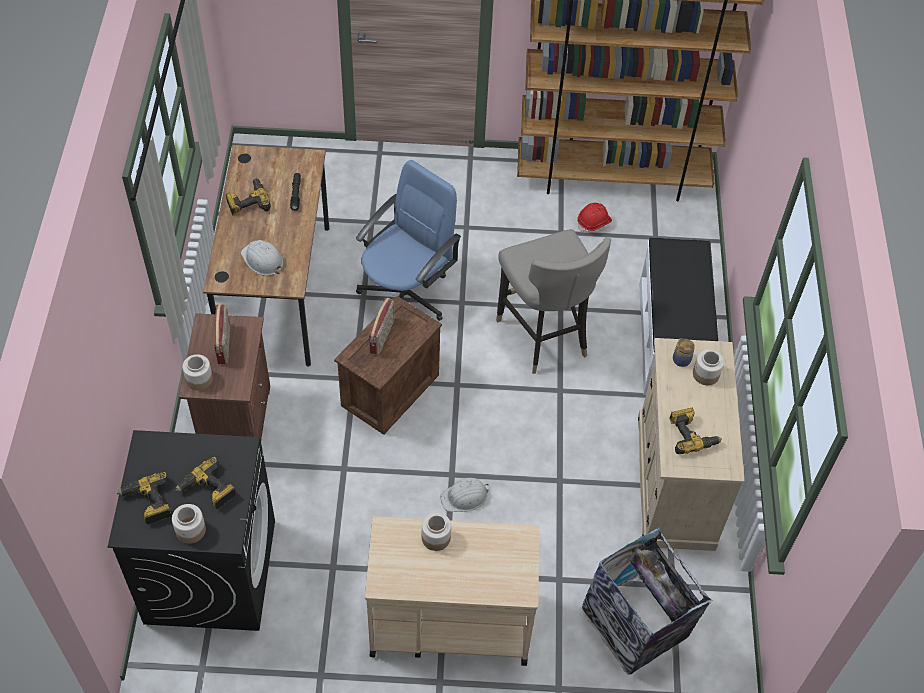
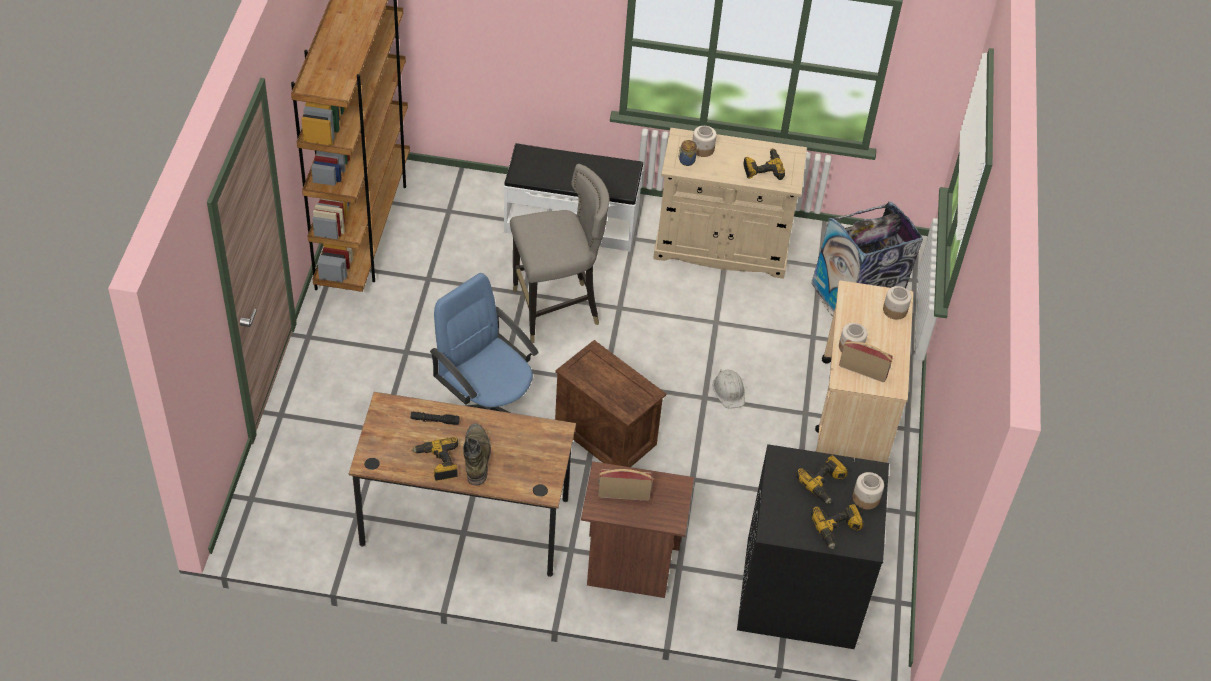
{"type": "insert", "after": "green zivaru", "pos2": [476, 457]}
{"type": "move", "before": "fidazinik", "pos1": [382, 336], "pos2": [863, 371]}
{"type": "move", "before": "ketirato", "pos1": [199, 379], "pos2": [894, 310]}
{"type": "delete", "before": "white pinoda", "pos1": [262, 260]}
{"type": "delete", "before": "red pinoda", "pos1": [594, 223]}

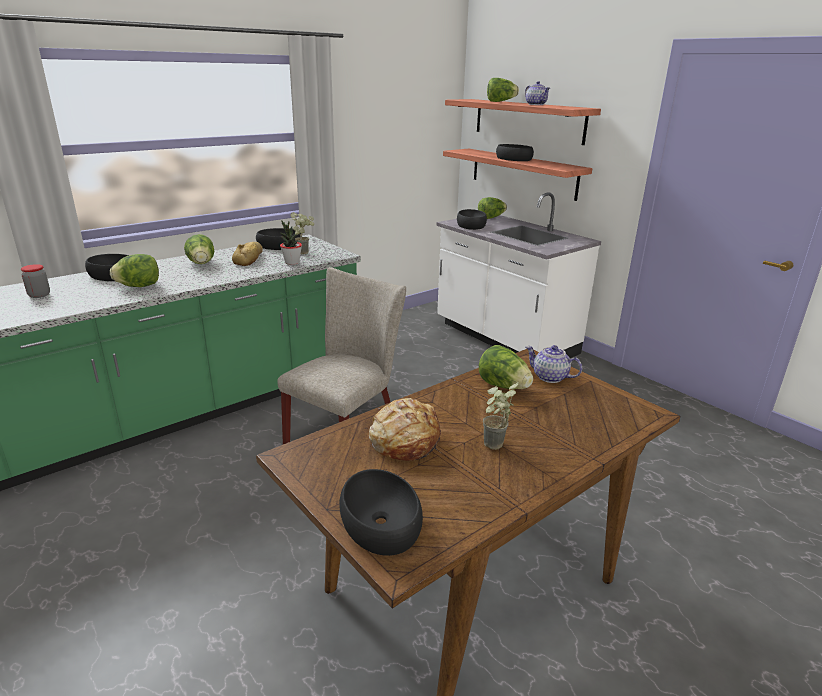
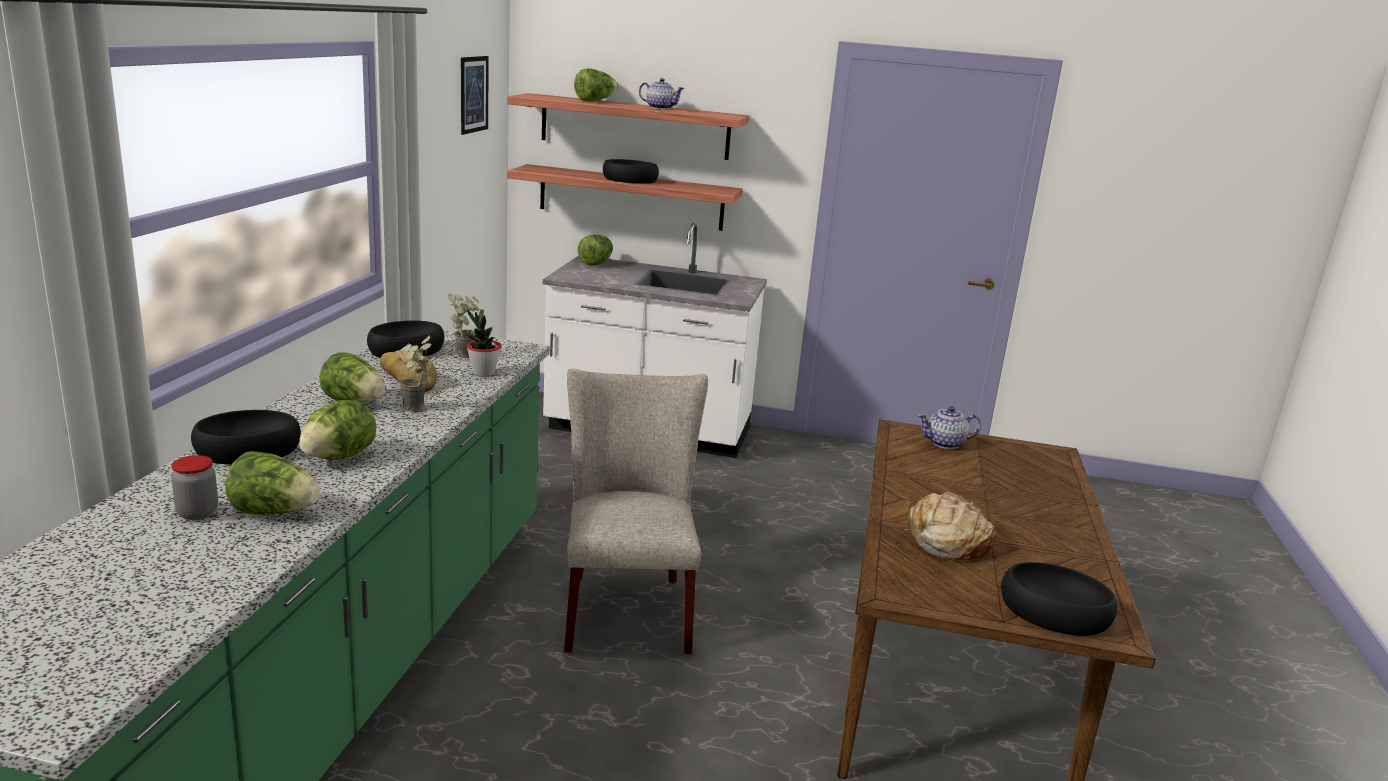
{"type": "move", "before": "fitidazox", "pos1": [504, 386], "pos2": [274, 512]}
{"type": "move", "before": "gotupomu", "pos1": [494, 448], "pos2": [416, 410]}
{"type": "insert", "after": "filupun", "pos2": [474, 94]}
{"type": "delete", "before": "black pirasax", "pos1": [470, 225]}

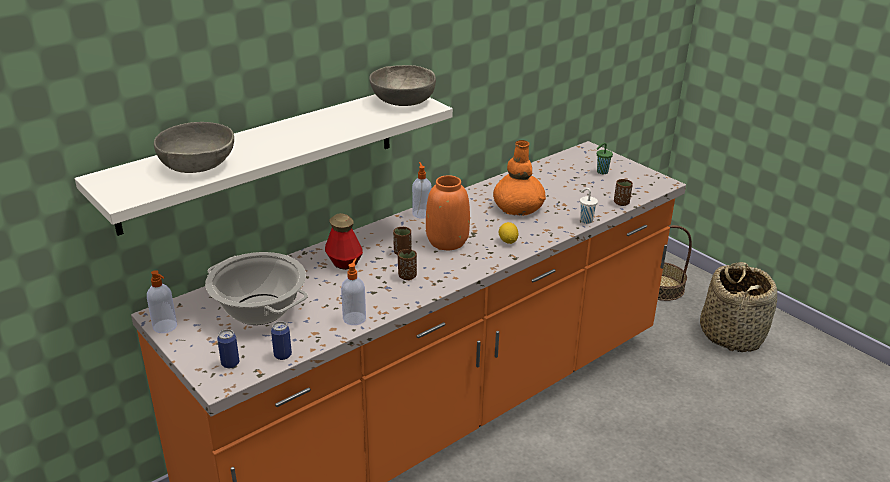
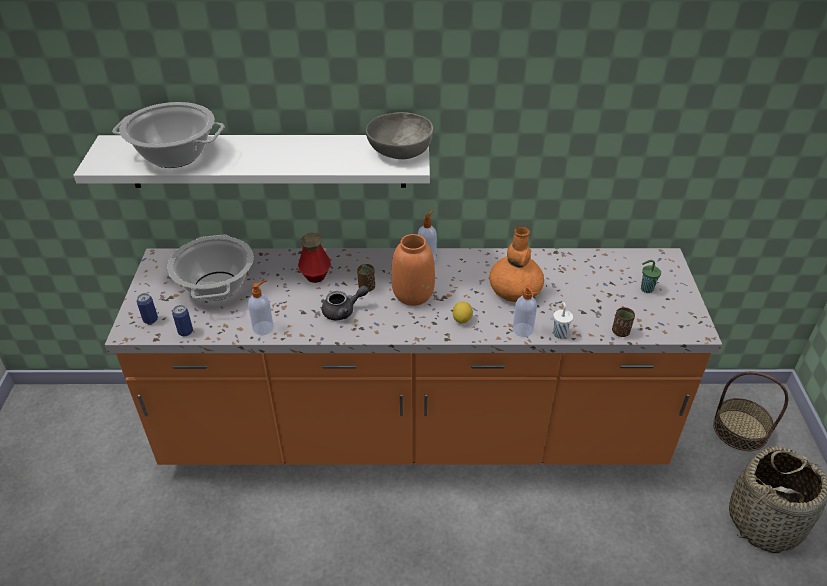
{"type": "replace", "before": "grey pirasax", "after": "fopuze", "pos1": [199, 165], "pos2": [175, 155]}
{"type": "replace", "before": "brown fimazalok", "after": "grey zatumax", "pos1": [407, 276], "pos2": [343, 311]}
{"type": "move", "before": "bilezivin", "pos1": [165, 327], "pos2": [523, 330]}

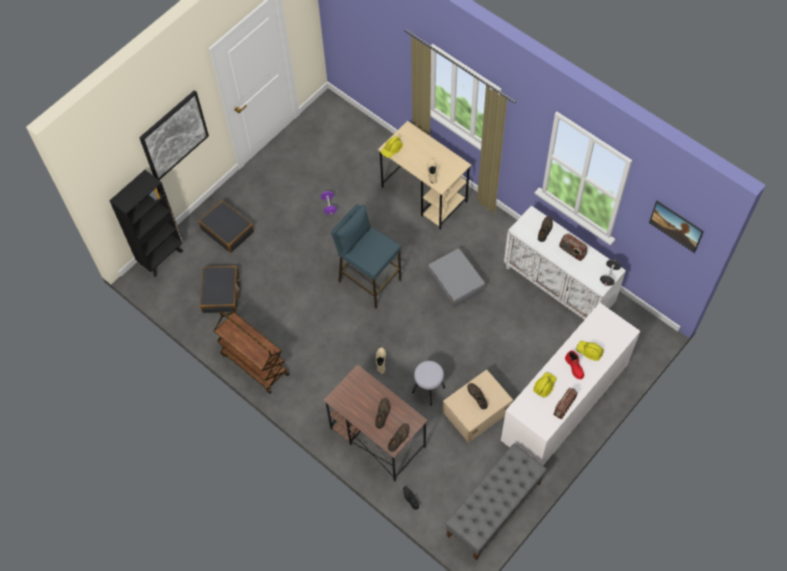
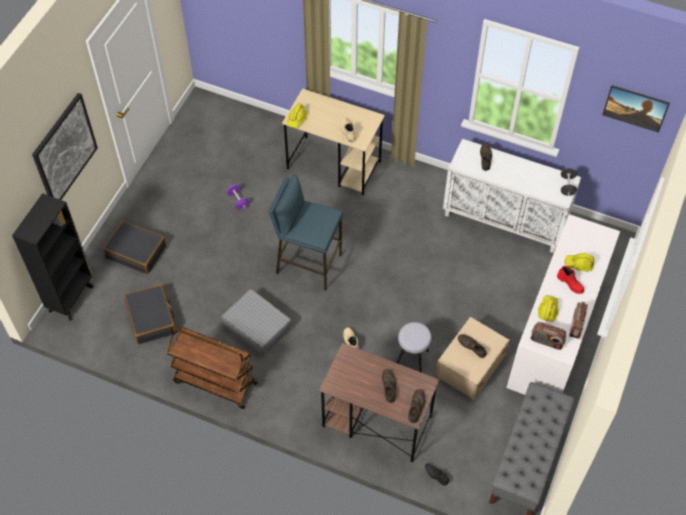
{"type": "move", "before": "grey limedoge", "pos1": [456, 282], "pos2": [257, 327]}
{"type": "move", "before": "fidazinik", "pos1": [572, 251], "pos2": [546, 341]}

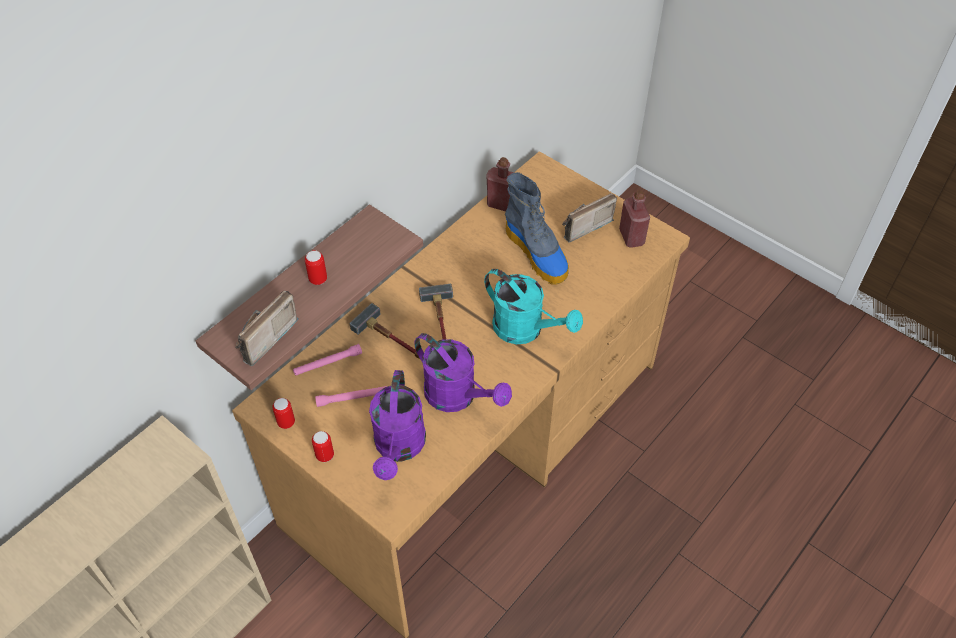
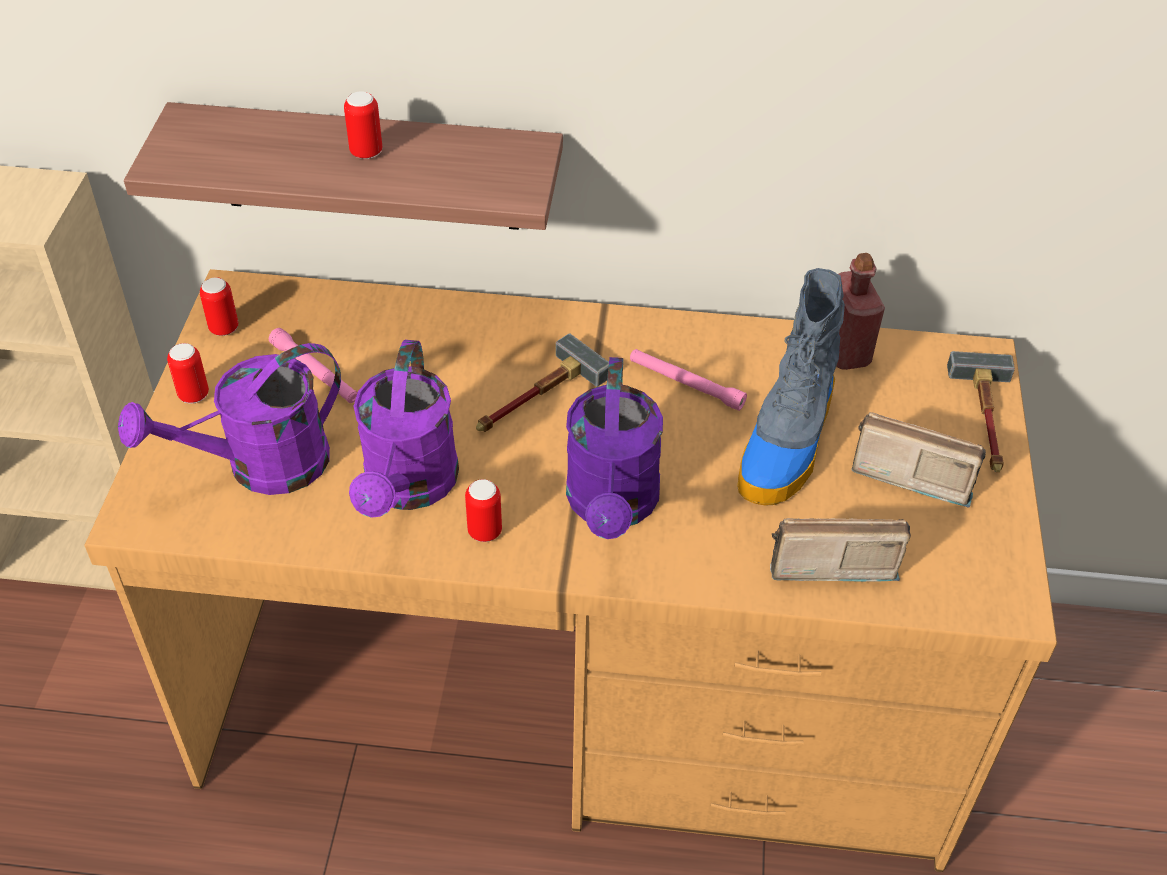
{"type": "insert", "after": "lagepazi", "pos2": [484, 532]}
{"type": "recolor", "before": "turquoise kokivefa", "after": "purple kokivefa", "pos1": [526, 330], "pos2": [612, 507]}
{"type": "move", "before": "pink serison", "pos1": [328, 363], "pos2": [685, 384]}
{"type": "move", "before": "fidazinik", "pos1": [262, 338], "pos2": [826, 560]}
{"type": "move", "before": "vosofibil", "pos1": [391, 339], "pos2": [985, 420]}
{"type": "delete", "before": "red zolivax", "pos1": [631, 237]}

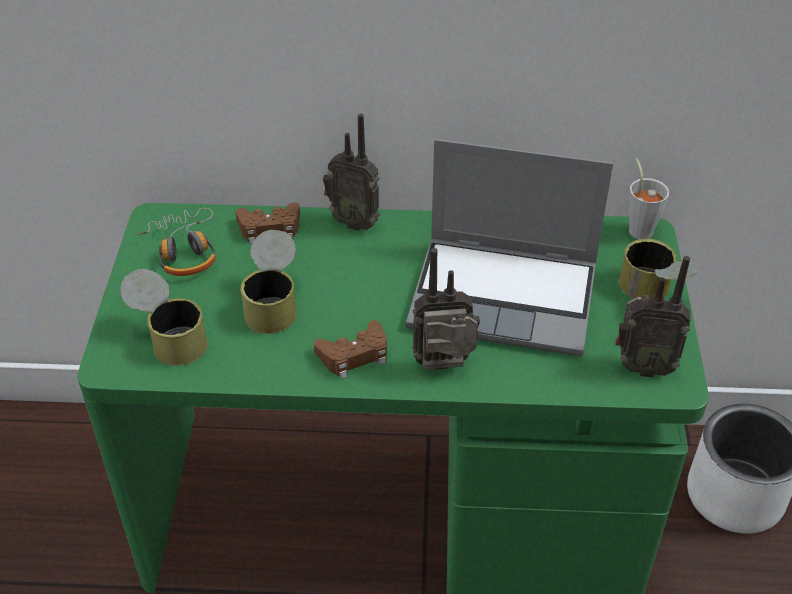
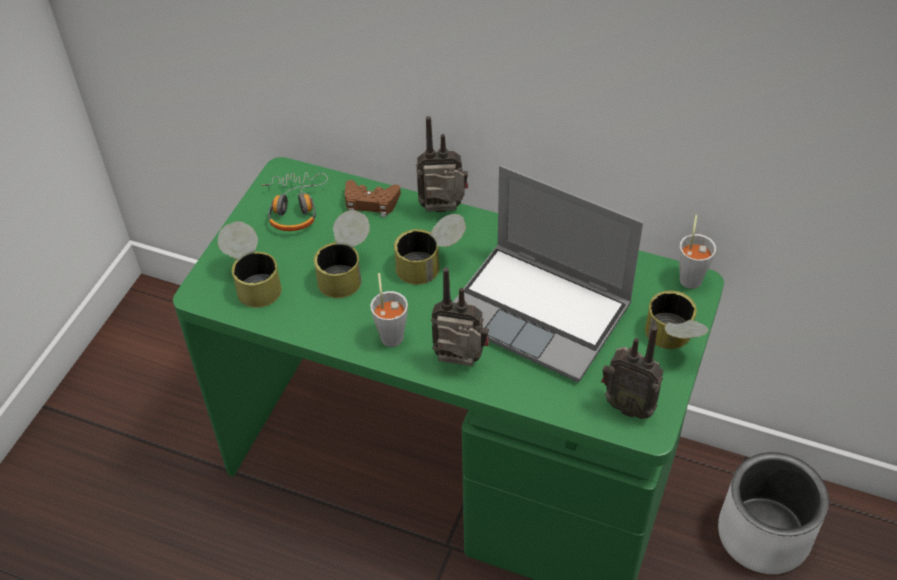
{"type": "replace", "before": "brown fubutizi", "after": "grey fimazalok", "pos1": [354, 355], "pos2": [391, 333]}
{"type": "insert", "after": "lagepazi", "pos2": [431, 265]}
{"type": "rotate", "before": "fidazinik", "pos1": [354, 221], "pos2": [443, 212], "turn": 135}

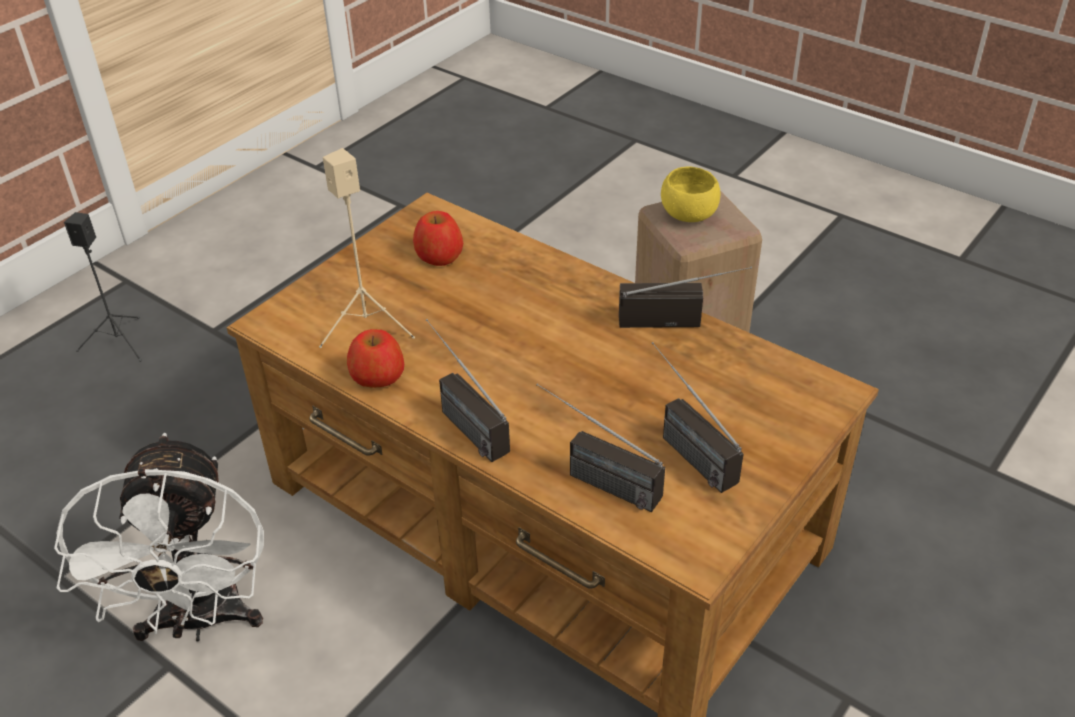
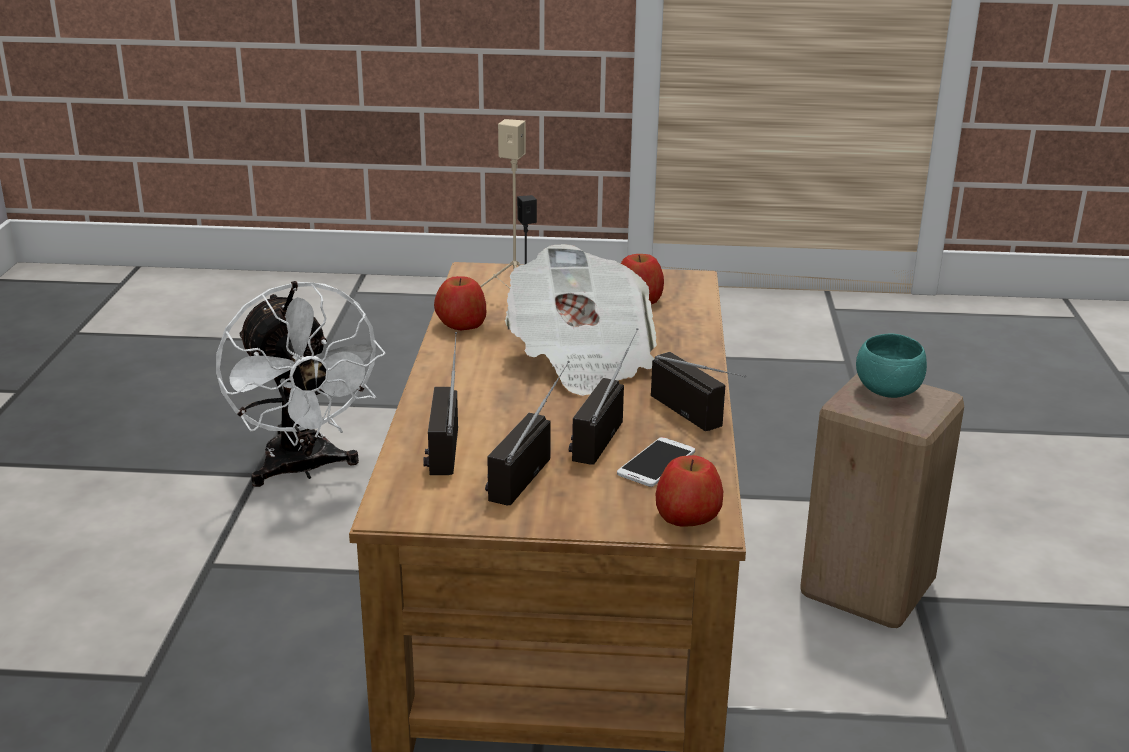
{"type": "rotate", "before": "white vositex", "pos1": [200, 621], "pos2": [304, 469], "turn": -75}
{"type": "insert", "after": "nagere", "pos2": [581, 358]}
{"type": "move", "before": "fidazinik", "pos1": [459, 419], "pos2": [603, 429]}
{"type": "insert", "after": "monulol", "pos2": [656, 463]}
{"type": "insert", "after": "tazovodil", "pos2": [687, 517]}
{"type": "recolor", "before": "yellow pirasax", "after": "turquoise pirasax", "pos1": [688, 215], "pos2": [887, 391]}

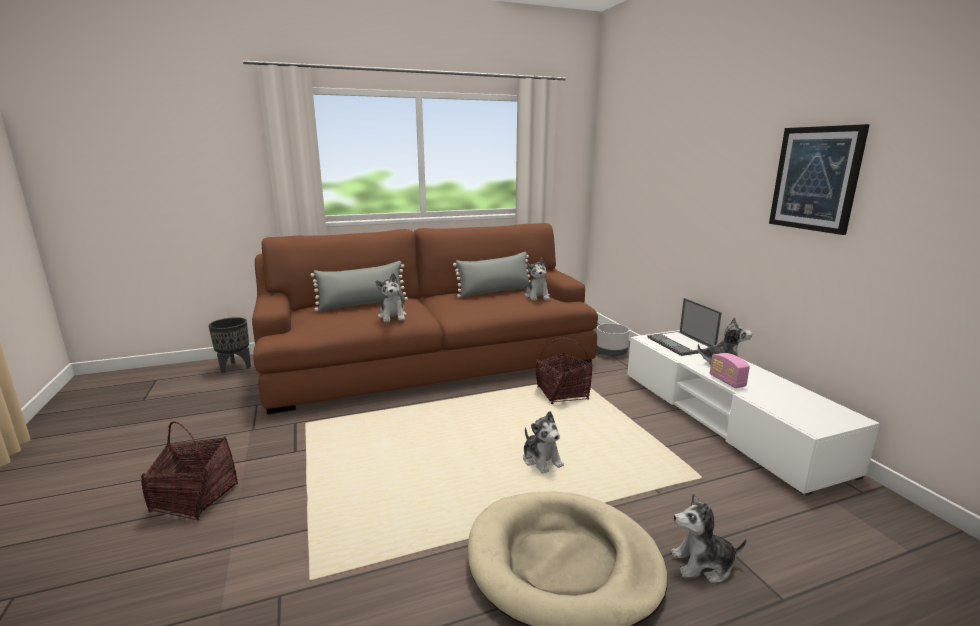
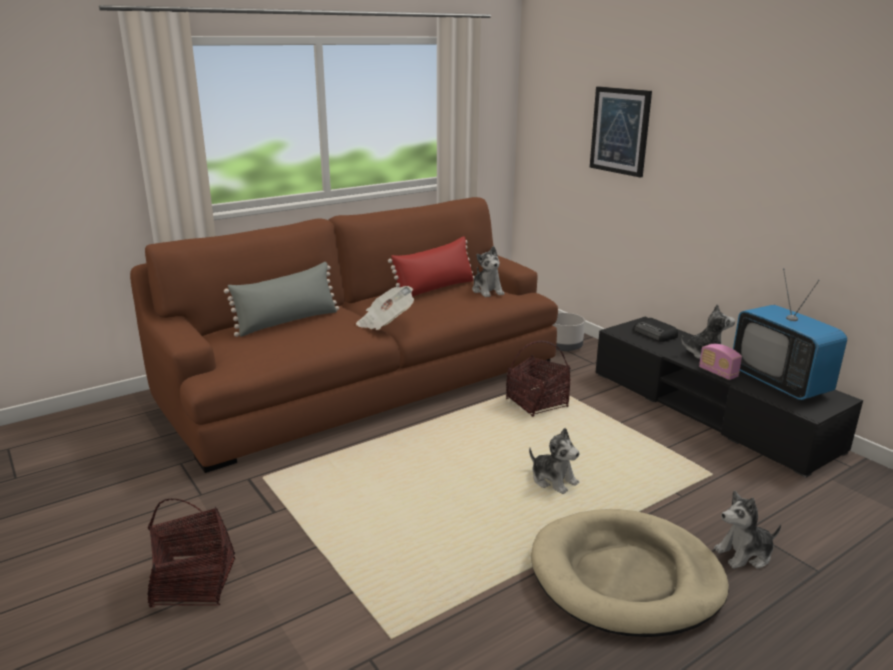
{"type": "insert", "after": "nagere", "pos2": [385, 322]}
{"type": "recolor", "before": "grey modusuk", "after": "red modusuk", "pos1": [495, 292], "pos2": [435, 289]}
{"type": "move", "before": "filupun", "pos1": [815, 179], "pos2": [620, 131]}
{"type": "recolor", "before": "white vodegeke", "after": "black vodegeke", "pos1": [724, 419], "pos2": [709, 410]}
{"type": "replace", "before": "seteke", "after": "fidazinik", "pos1": [681, 344], "pos2": [655, 334]}
{"type": "insert", "after": "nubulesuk", "pos2": [779, 383]}
{"type": "delete", "before": "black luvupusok", "pos1": [235, 367]}
{"type": "delete", "before": "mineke", "pos1": [392, 316]}

